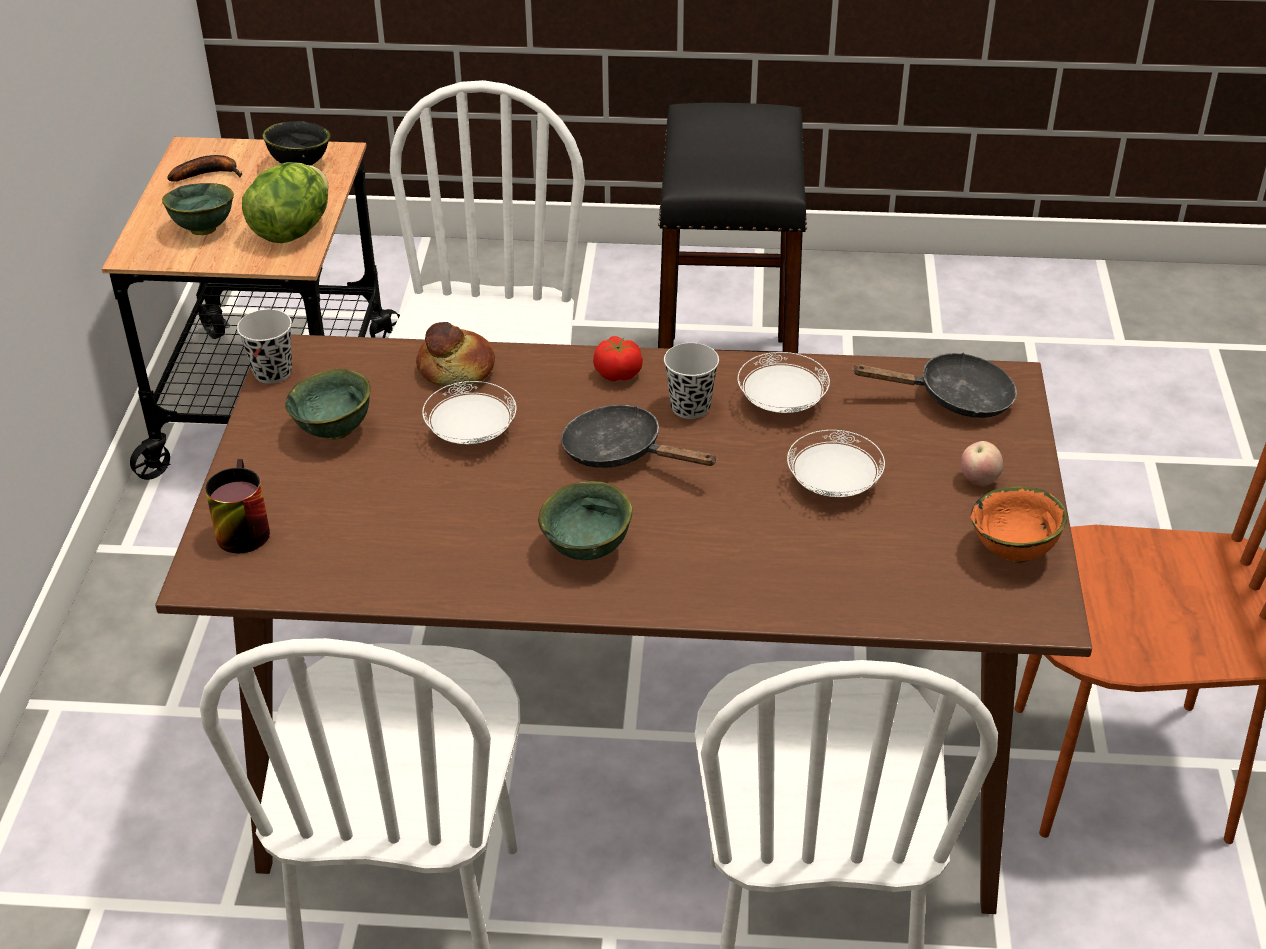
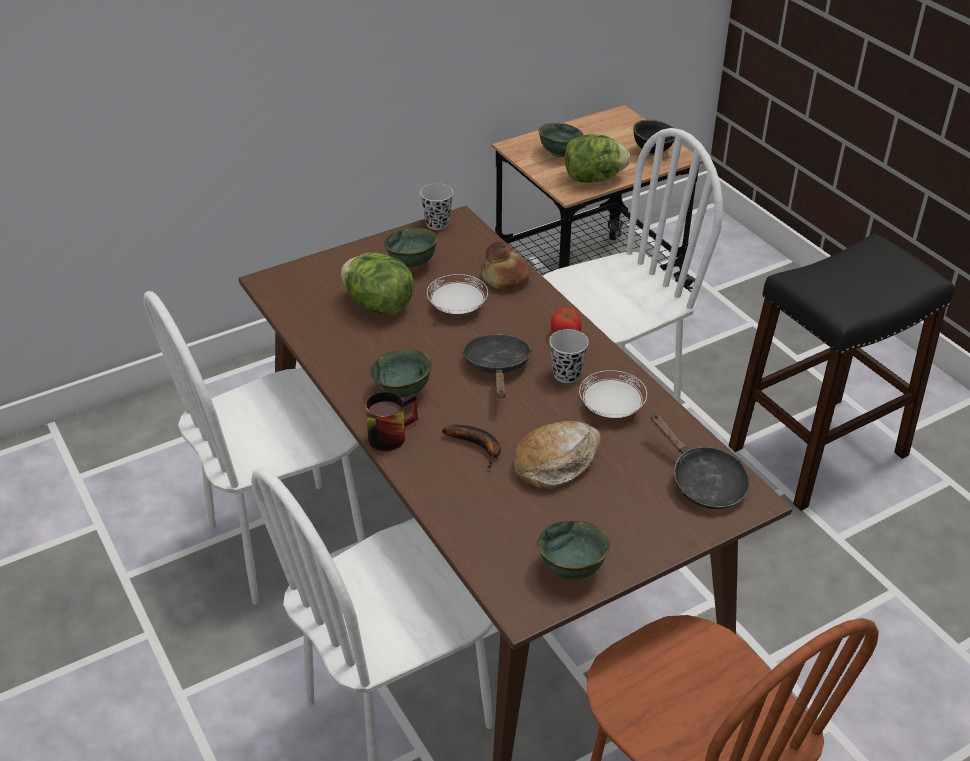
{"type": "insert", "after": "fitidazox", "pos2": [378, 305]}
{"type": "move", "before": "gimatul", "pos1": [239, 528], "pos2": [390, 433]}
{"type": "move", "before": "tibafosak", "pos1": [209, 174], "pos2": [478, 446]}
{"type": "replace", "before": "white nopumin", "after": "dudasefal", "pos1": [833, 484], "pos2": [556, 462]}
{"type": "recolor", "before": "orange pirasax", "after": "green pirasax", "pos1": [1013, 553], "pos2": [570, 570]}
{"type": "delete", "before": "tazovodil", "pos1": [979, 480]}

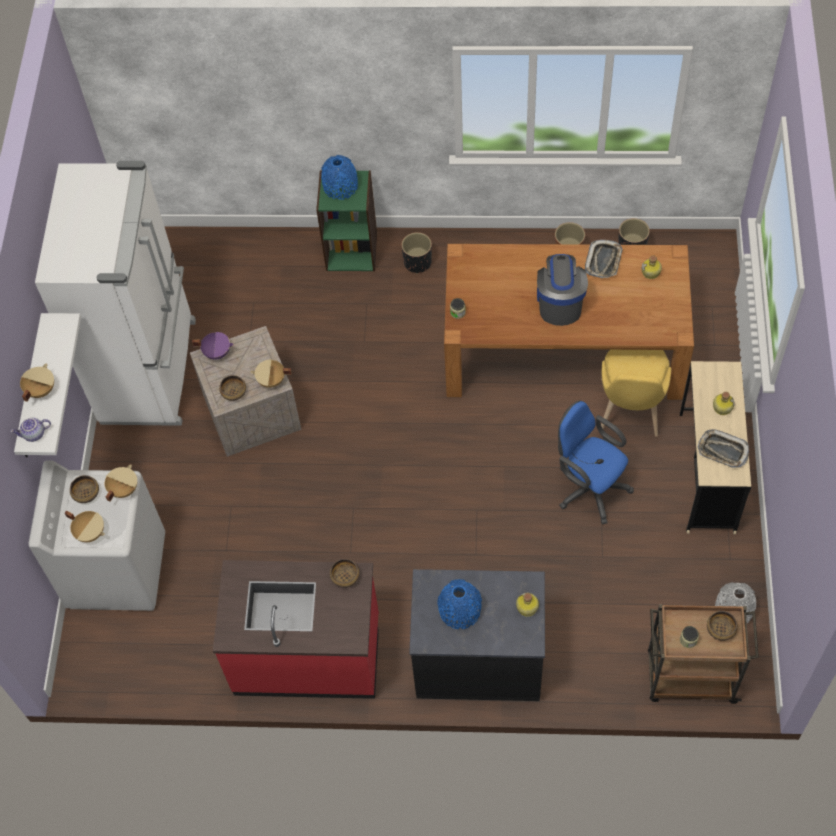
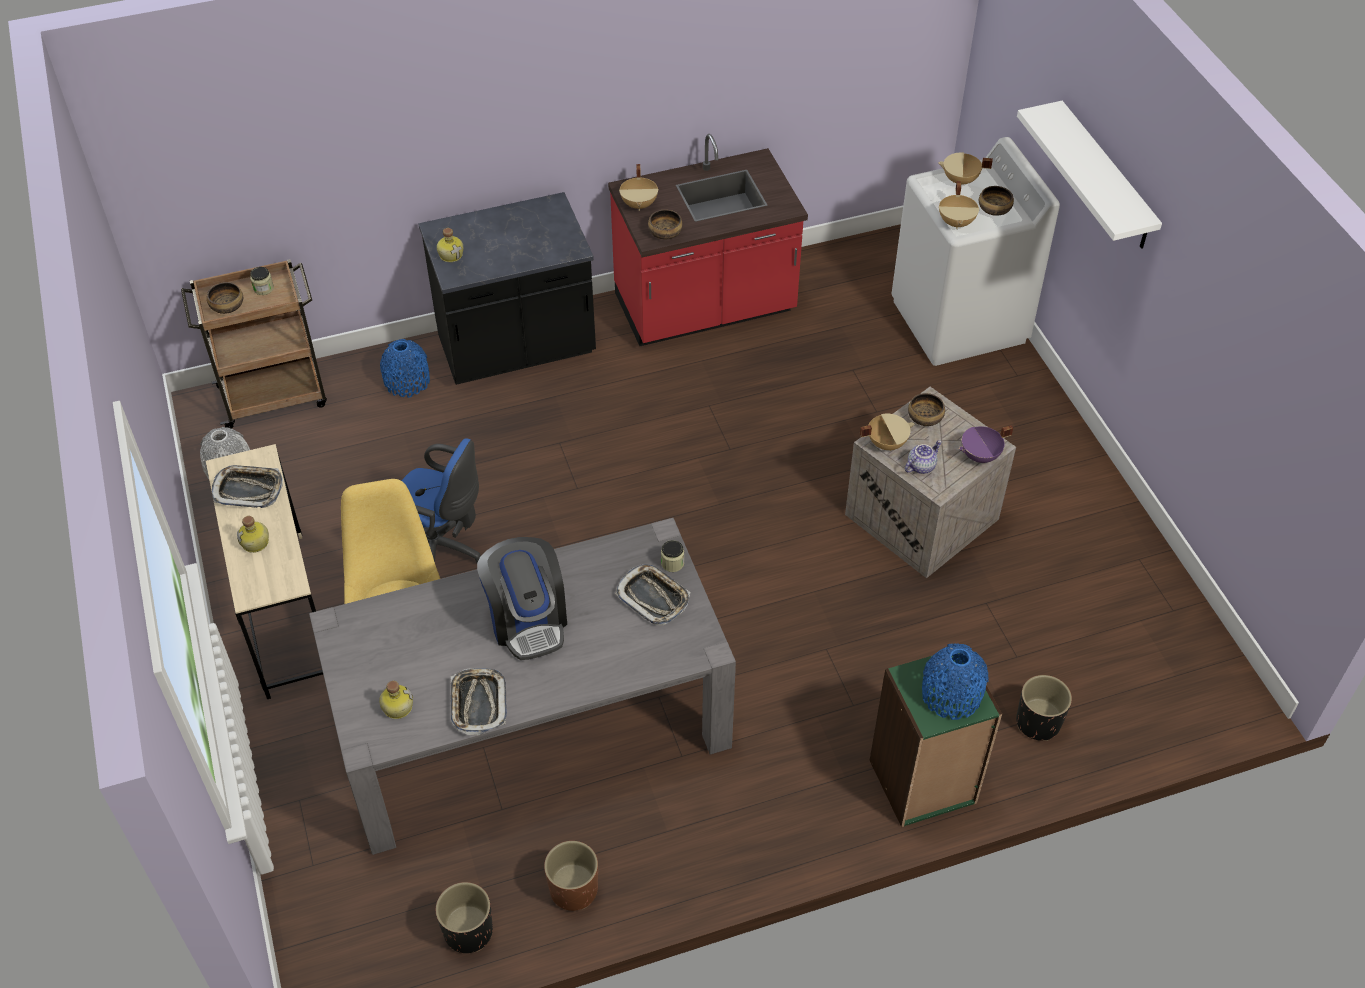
{"type": "recolor", "before": "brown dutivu", "after": "grey dutivu", "pos1": [563, 349], "pos2": [531, 724]}
{"type": "move", "before": "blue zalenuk", "pos1": [460, 610], "pos2": [407, 382]}
{"type": "insert", "after": "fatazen", "pos2": [653, 597]}
{"type": "move", "before": "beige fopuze", "pos1": [40, 390], "pos2": [640, 204]}
{"type": "move", "before": "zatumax", "pos1": [34, 434], "pos2": [920, 466]}
{"type": "move", "before": "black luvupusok", "pos1": [417, 262], "pos2": [1038, 723]}
{"type": "delete", "before": "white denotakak", "pos1": [151, 370]}

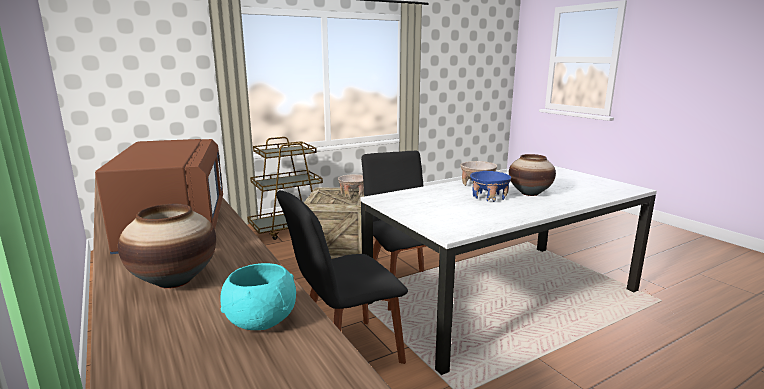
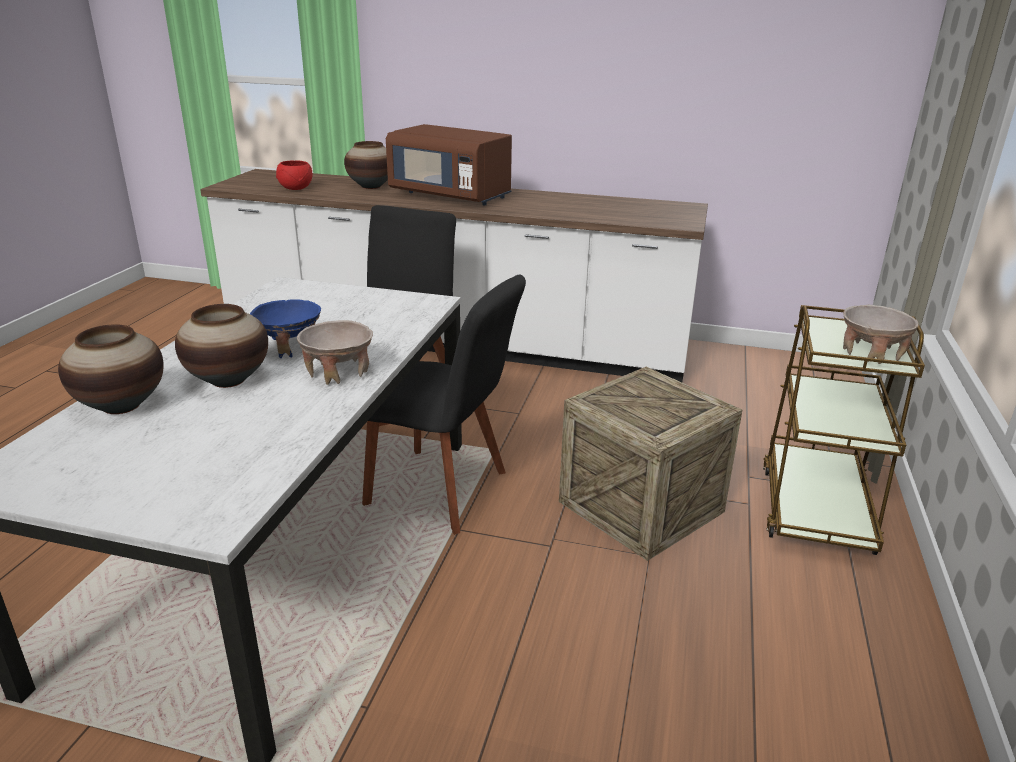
{"type": "insert", "after": "zalenuk", "pos2": [122, 406]}
{"type": "recolor", "before": "turquoise pirasax", "after": "red pirasax", "pos1": [263, 320], "pos2": [295, 188]}
{"type": "move", "before": "beige pirasax", "pos1": [352, 194], "pos2": [871, 353]}

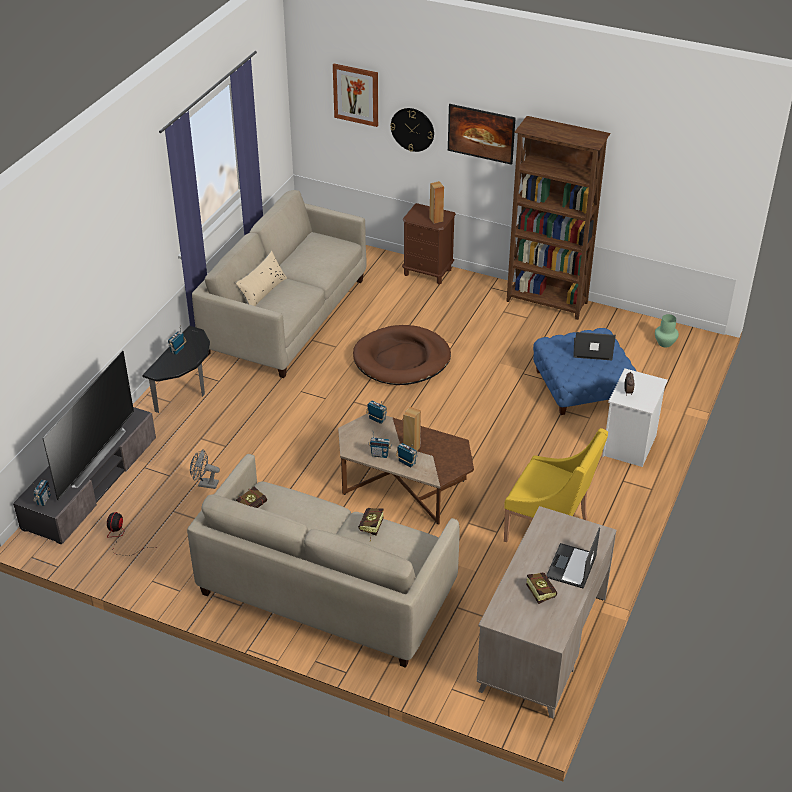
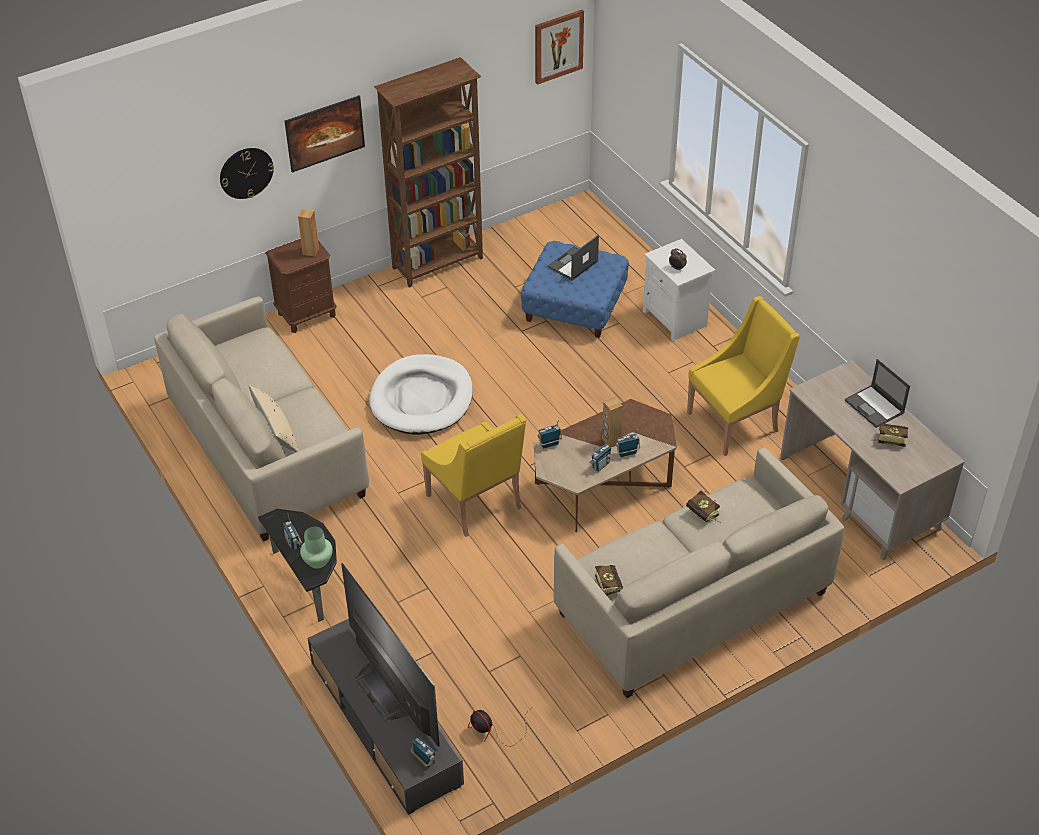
{"type": "move", "before": "green zalenuk", "pos1": [664, 343], "pos2": [318, 561]}
{"type": "recolor", "before": "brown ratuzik", "after": "white ratuzik", "pos1": [402, 359], "pos2": [422, 398]}
{"type": "insert", "after": "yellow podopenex", "pos2": [476, 503]}
{"type": "move", "before": "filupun", "pos1": [356, 94], "pos2": [558, 46]}
{"type": "delete", "before": "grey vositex", "pos1": [205, 484]}

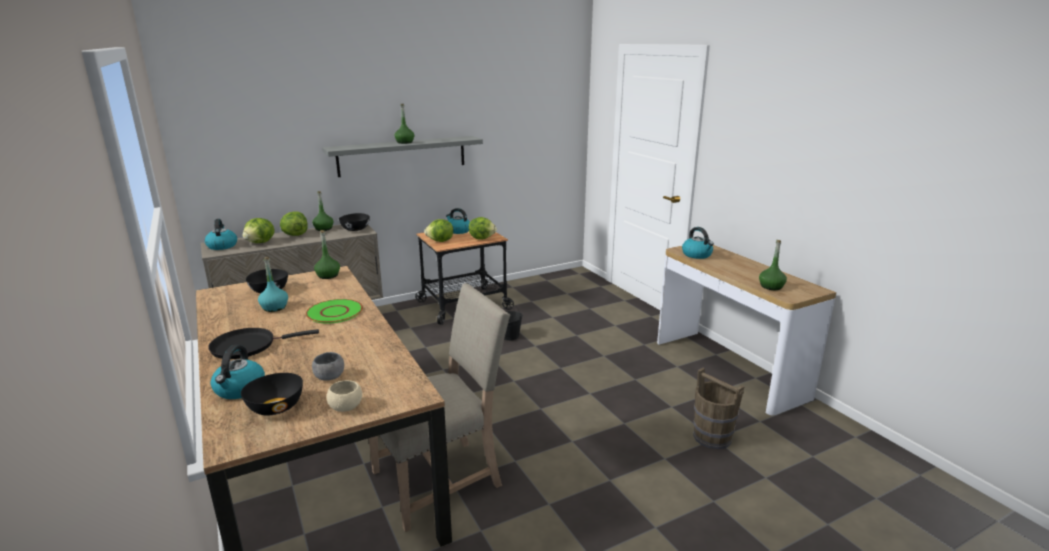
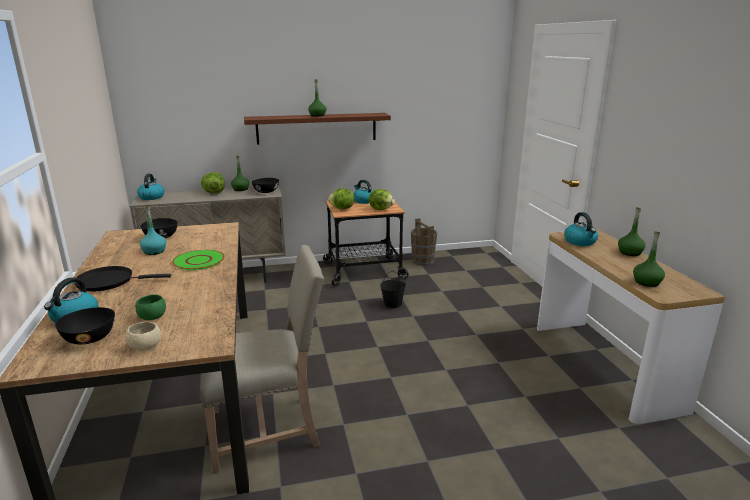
{"type": "recolor", "before": "grey pirasax", "after": "green pirasax", "pos1": [329, 377], "pos2": [152, 317]}
{"type": "recolor", "before": "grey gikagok", "after": "brown gikagok", "pos1": [402, 156], "pos2": [317, 128]}
{"type": "move", "before": "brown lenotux", "pos1": [712, 437], "pos2": [423, 261]}
{"type": "move", "before": "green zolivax", "pos1": [328, 275], "pos2": [630, 252]}
{"type": "delete", "before": "fitidazox", "pos1": [261, 242]}

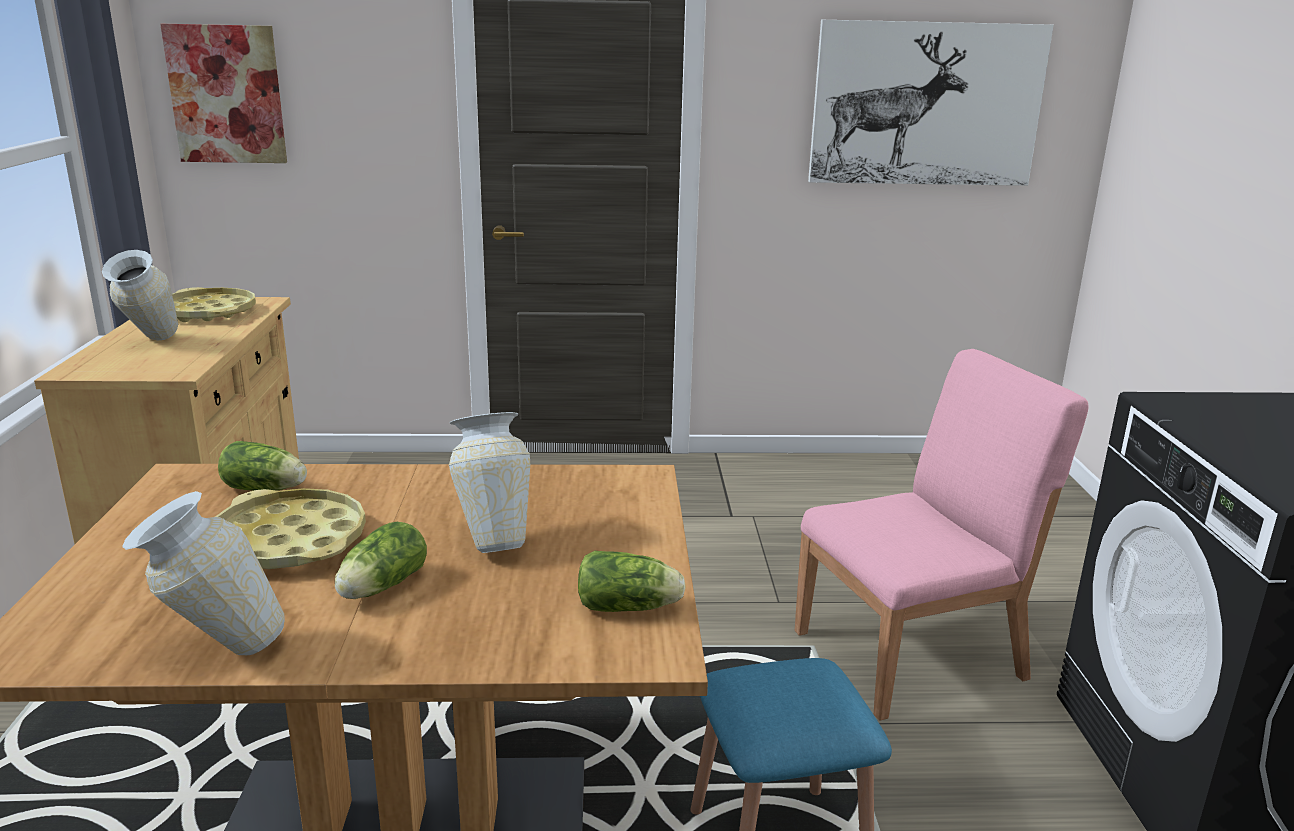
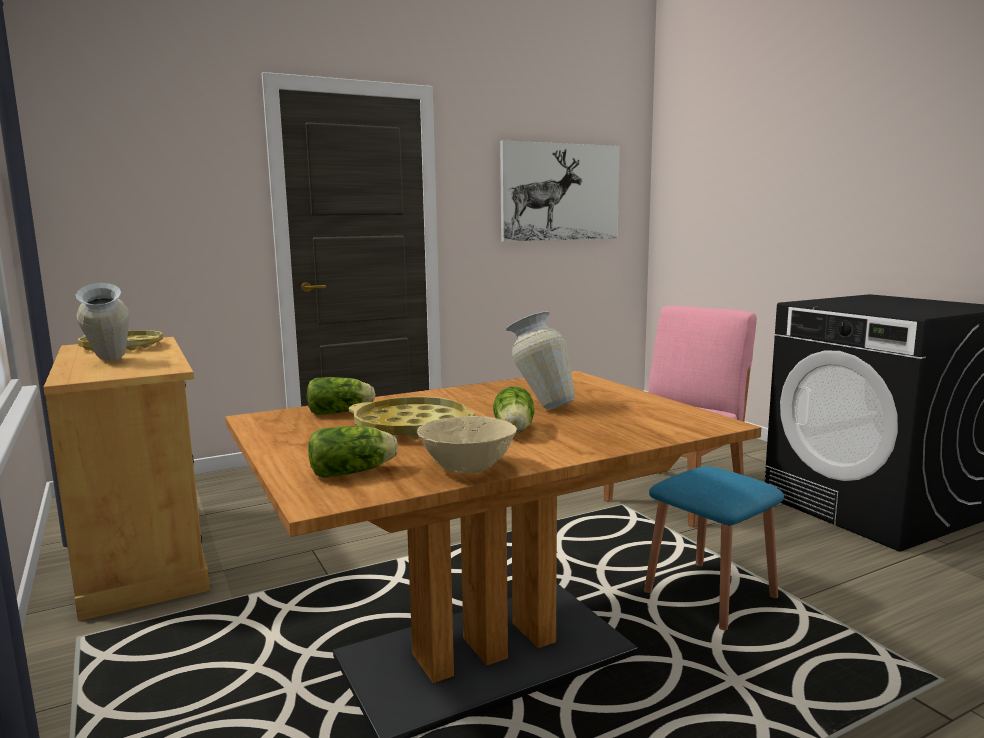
{"type": "move", "before": "fitidazox", "pos1": [631, 607], "pos2": [355, 472]}
{"type": "replace", "before": "zalenuk", "after": "beige pirasax", "pos1": [216, 649], "pos2": [466, 469]}
{"type": "delete", "before": "filupun", "pos1": [226, 94]}

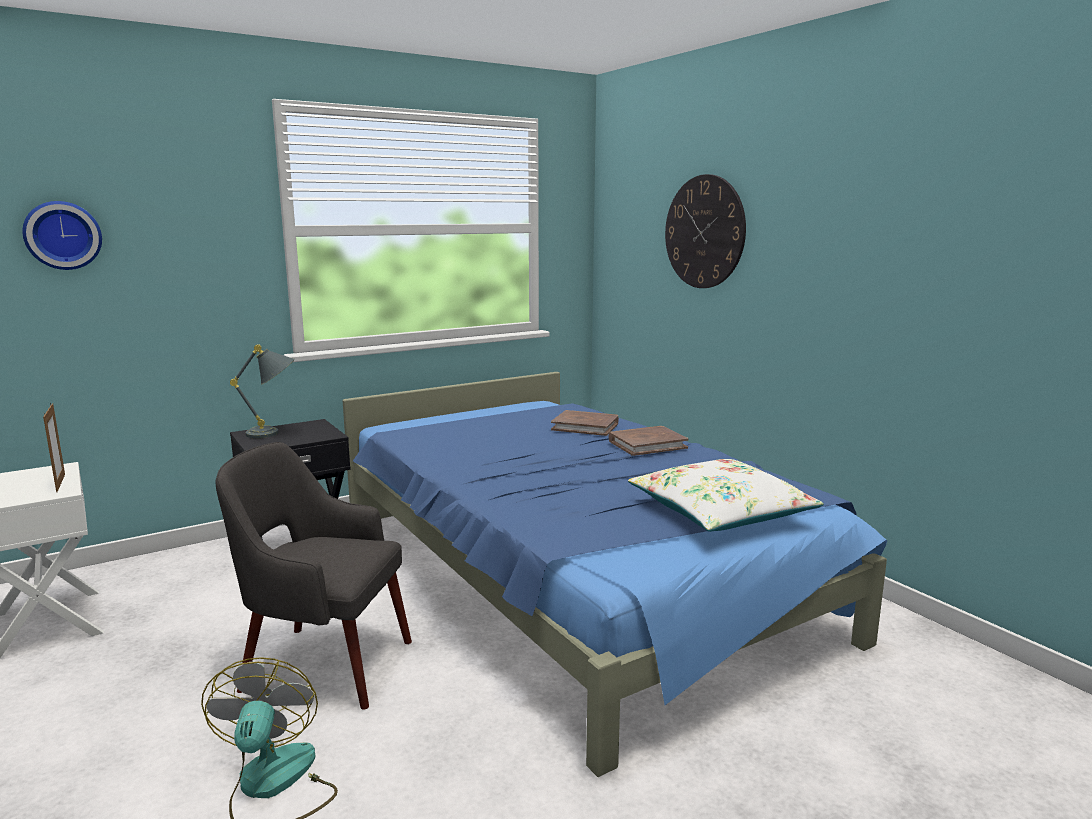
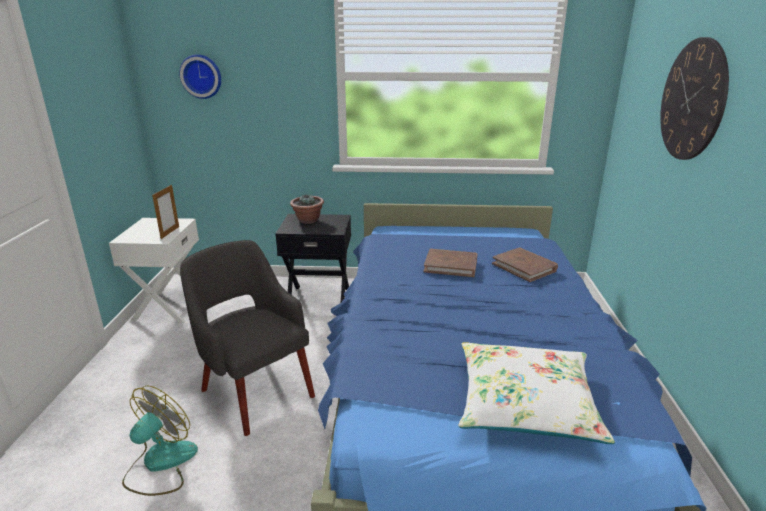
{"type": "replace", "before": "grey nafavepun", "after": "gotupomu", "pos1": [274, 433], "pos2": [308, 220]}
{"type": "move", "before": "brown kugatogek", "pos1": [647, 444], "pos2": [450, 265]}

